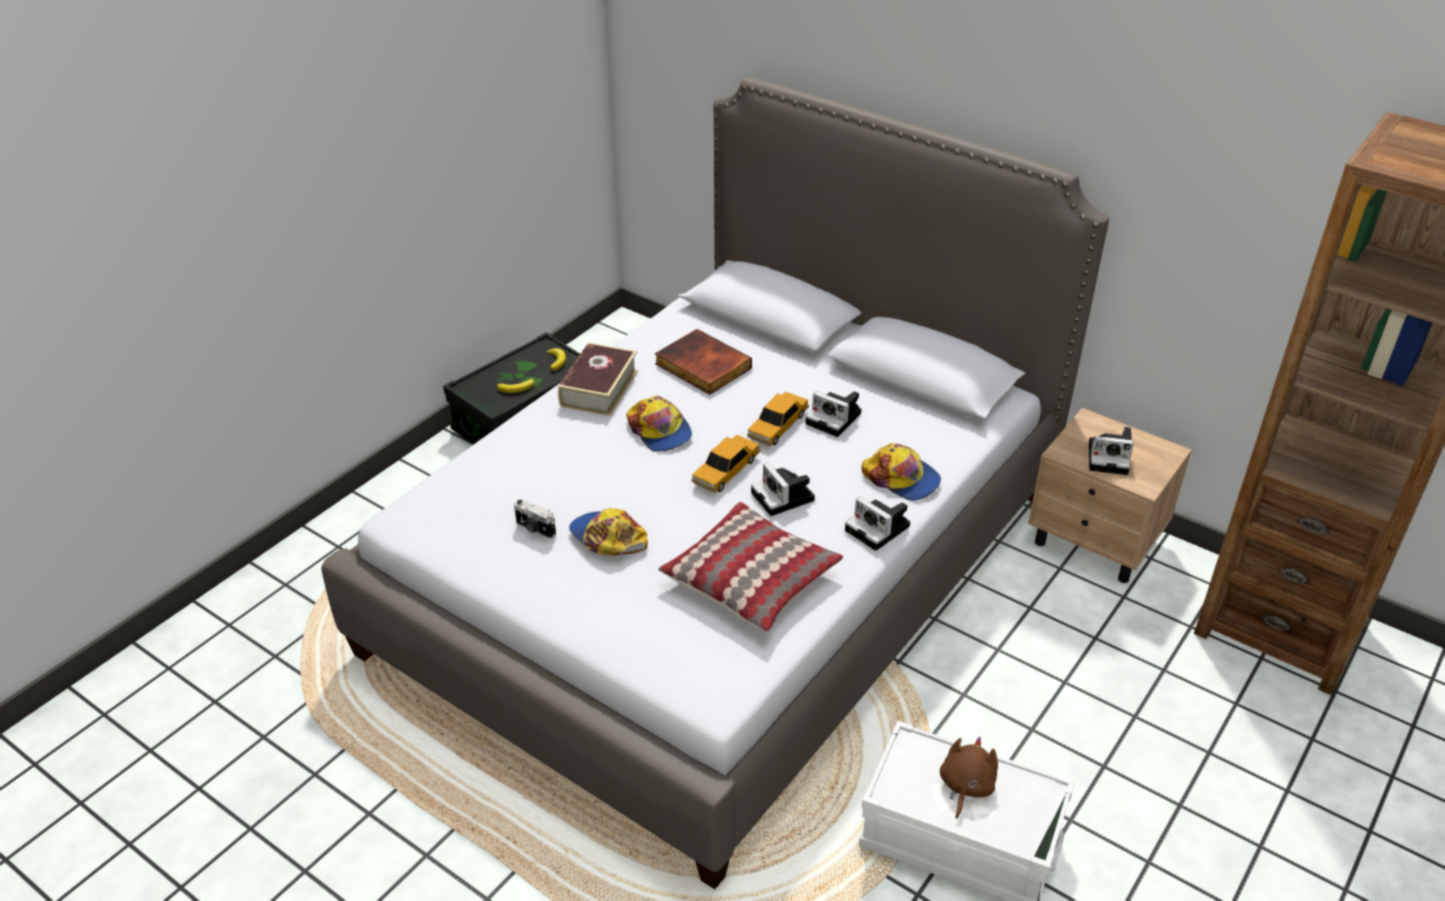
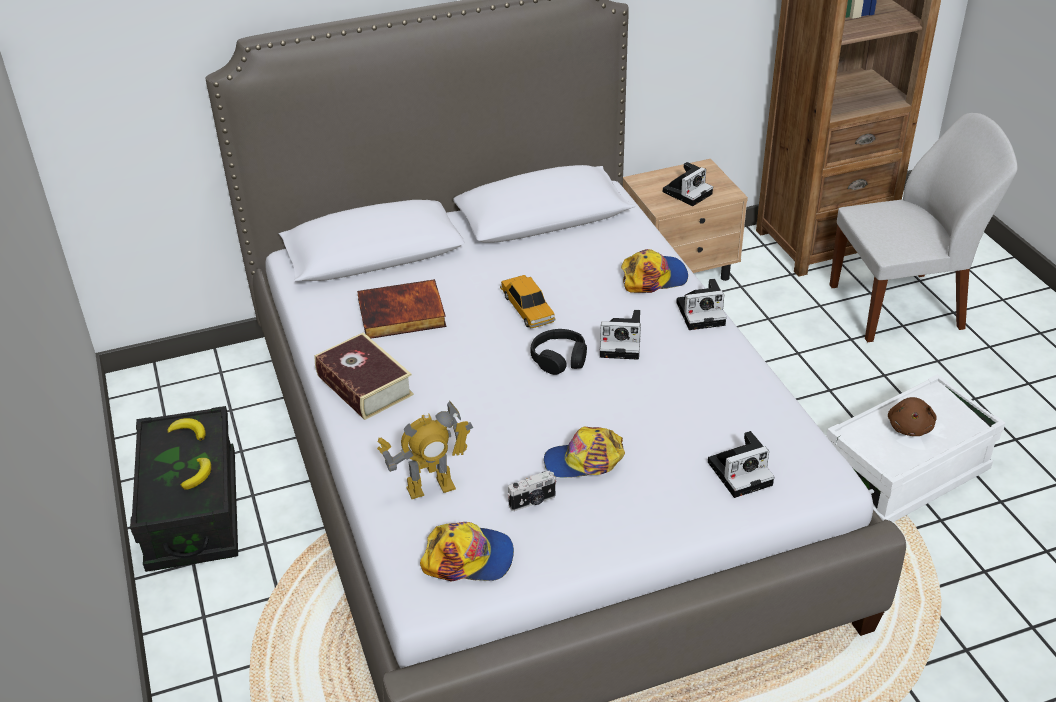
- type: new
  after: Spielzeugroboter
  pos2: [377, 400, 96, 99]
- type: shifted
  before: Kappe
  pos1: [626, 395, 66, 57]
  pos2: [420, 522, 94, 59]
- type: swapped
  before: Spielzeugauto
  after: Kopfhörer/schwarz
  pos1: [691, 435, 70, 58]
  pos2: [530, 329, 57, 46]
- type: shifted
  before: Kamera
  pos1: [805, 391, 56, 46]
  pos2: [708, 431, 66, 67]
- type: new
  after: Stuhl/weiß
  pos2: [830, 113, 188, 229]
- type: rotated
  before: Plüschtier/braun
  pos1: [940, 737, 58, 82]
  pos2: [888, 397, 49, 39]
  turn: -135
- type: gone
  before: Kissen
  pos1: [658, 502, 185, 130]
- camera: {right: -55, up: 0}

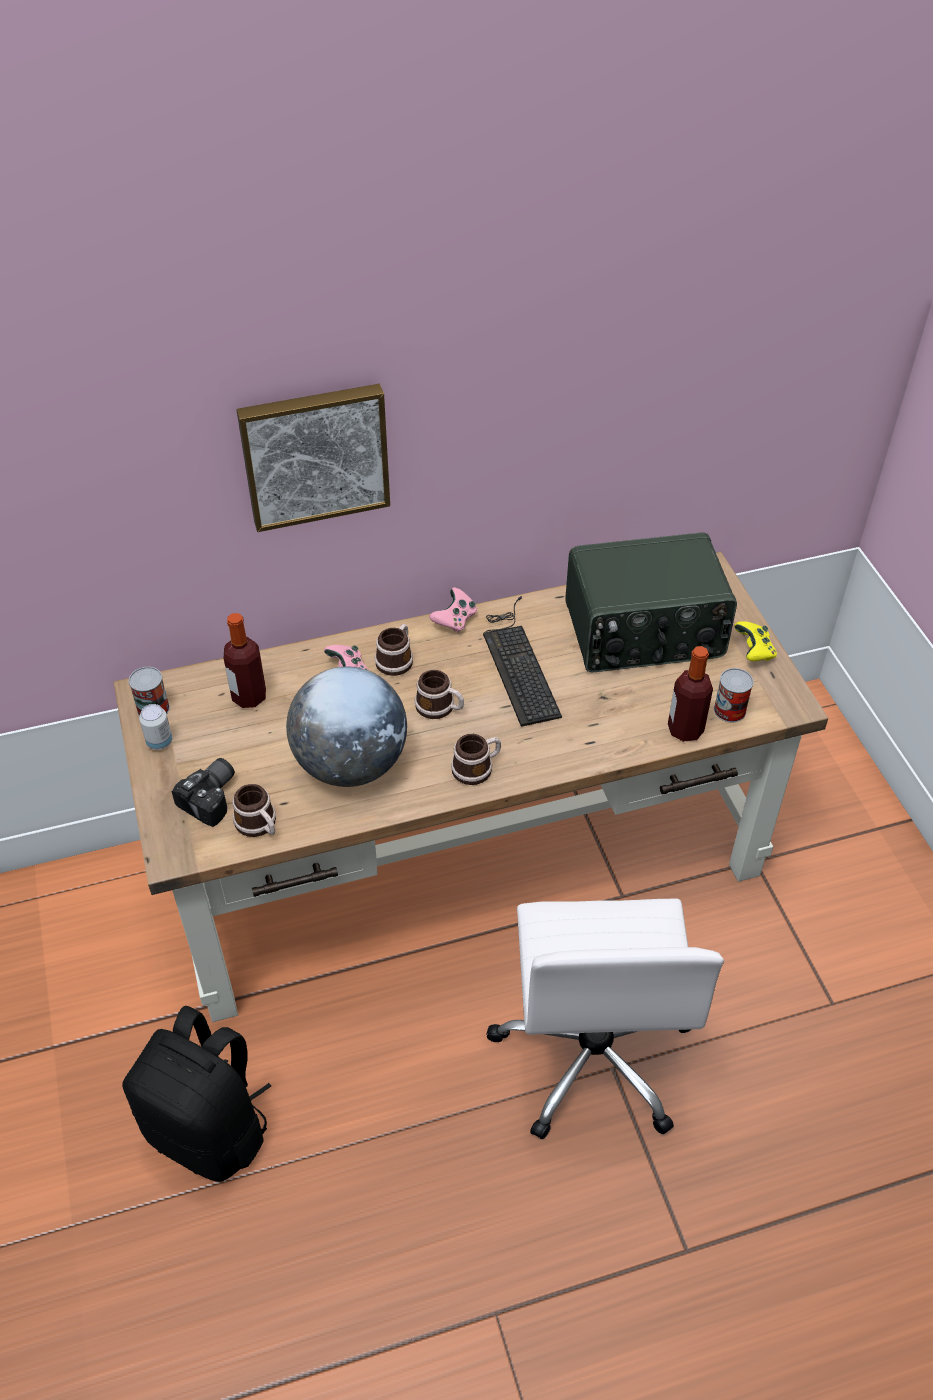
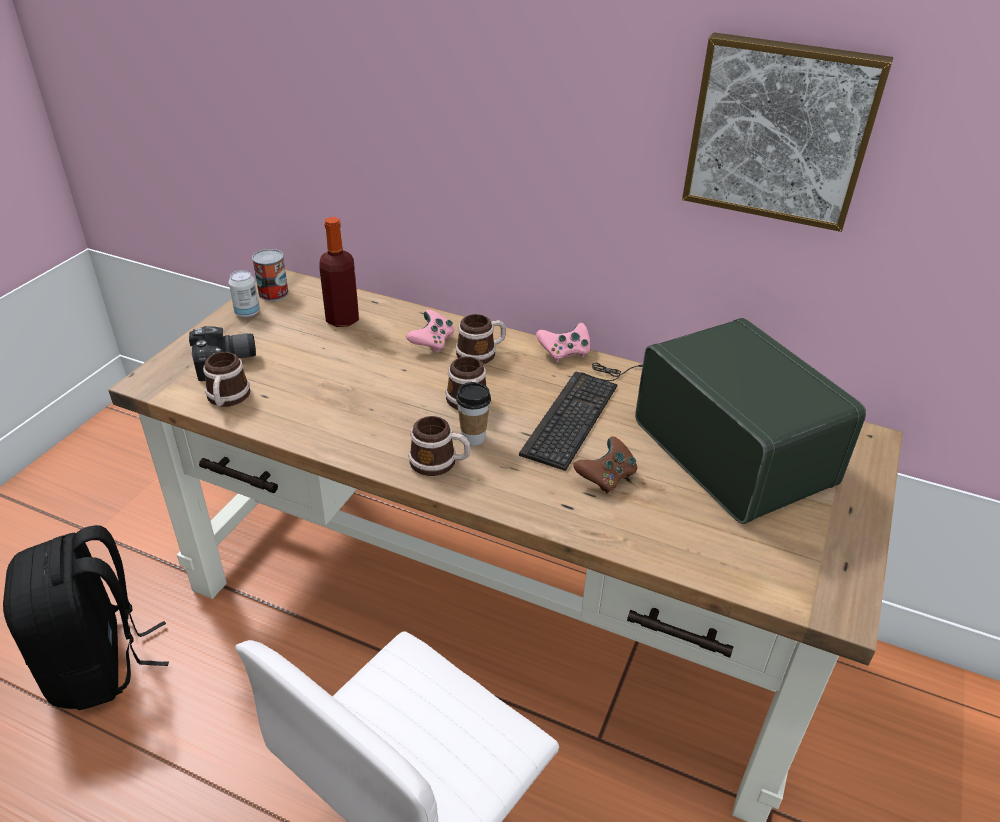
- type: new
  after: Tasse
  pos2: [456, 382, 35, 64]
- type: new
  after: Gamepad/braun
  pos2: [573, 436, 64, 57]
- type: rotated
  before: Radio
  pos1: [565, 533, 172, 139]
  pos2: [635, 318, 231, 206]
  turn: -150
- type: shifted
  before: Bild
  pos1: [236, 384, 154, 148]
  pos2: [682, 32, 211, 200]
- type: gone
  before: Globus
  pos1: [286, 667, 121, 120]
- type: gone
  before: Flasche
  pos1: [668, 646, 45, 96]
- type: gone
  before: Dose
  pos1: [714, 668, 39, 54]
- type: gone
  before: Gamepad/gelb
  pos1: [734, 621, 43, 40]
- camera: {right: 40, up: -10}

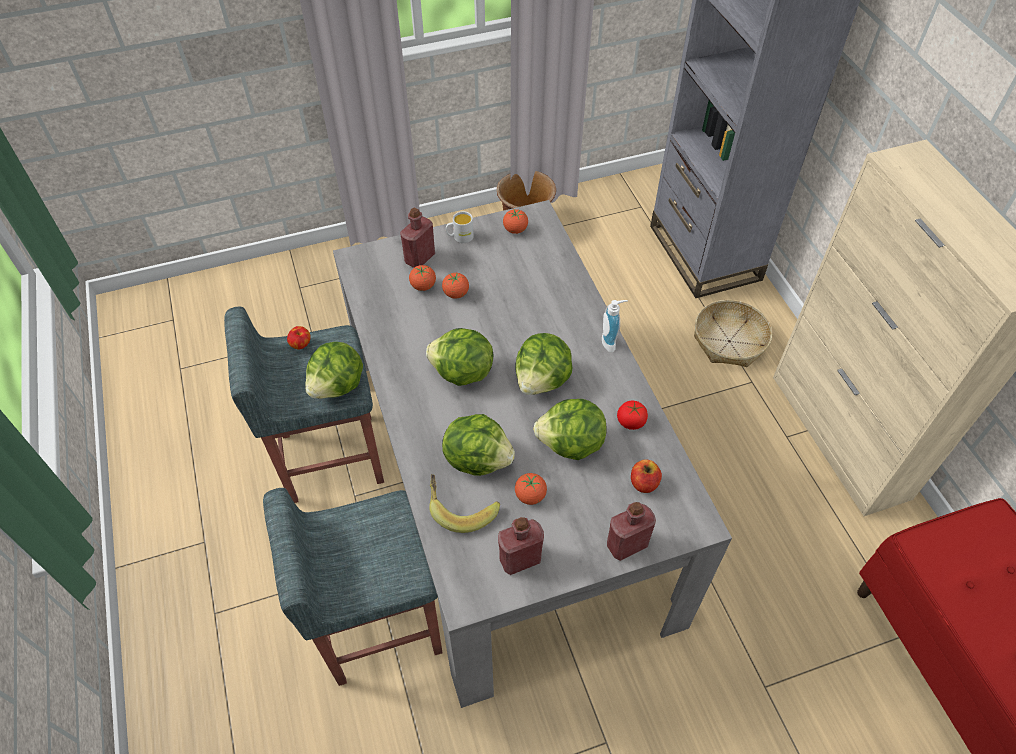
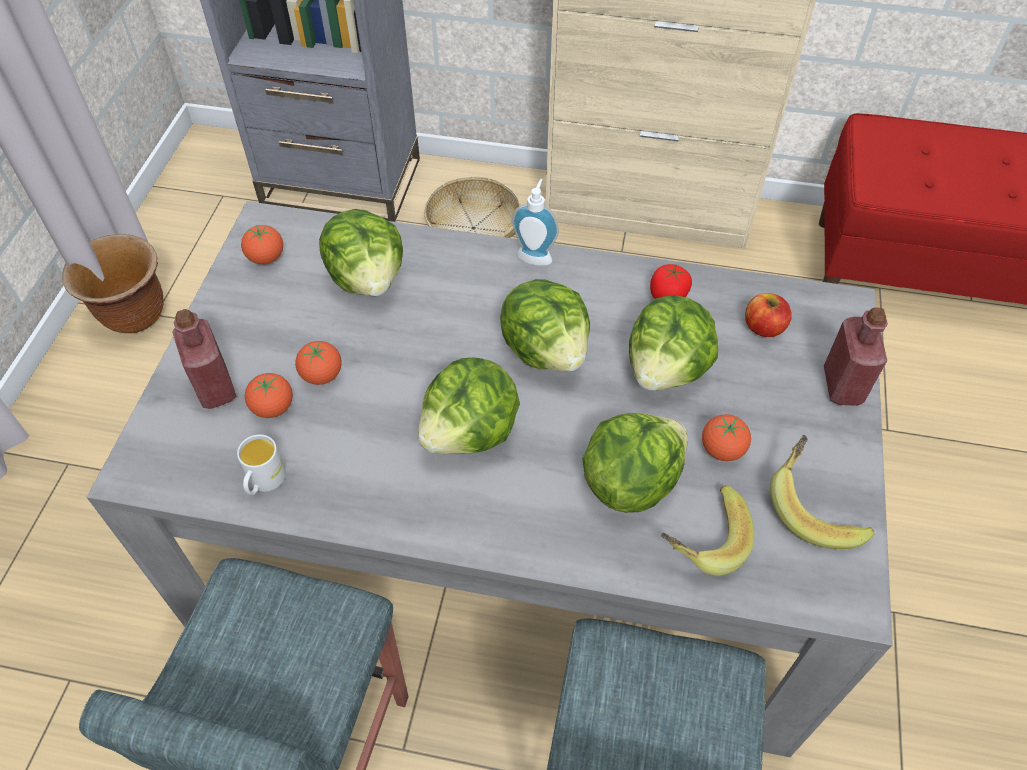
- type: shifted
  before: Henkelbecher/weiß
  pos1: [446, 211, 28, 32]
  pos2: [237, 434, 49, 61]
- type: shifted
  before: Salatkopf
  pos1: [305, 342, 58, 57]
  pos2: [319, 209, 84, 87]
- type: swapped
  before: Flasche/rot
  after: Banane
  pos1: [498, 517, 46, 58]
  pos2: [770, 435, 105, 114]
- type: gone
  before: Apfel
  pos1: [287, 326, 24, 23]
- camera: {right: -60, up: 0}

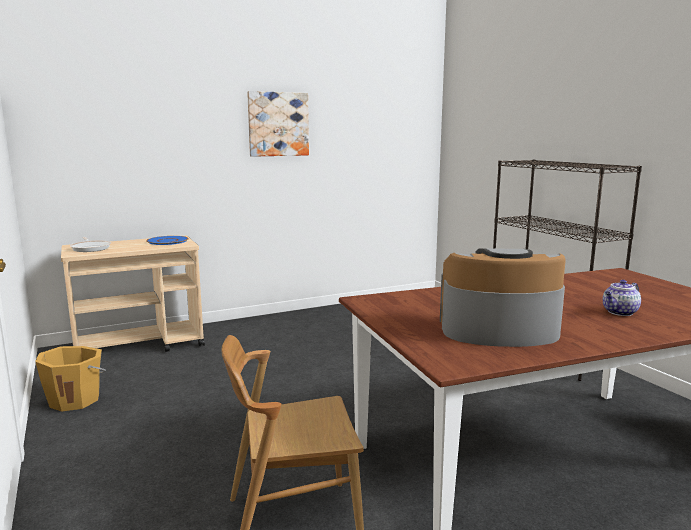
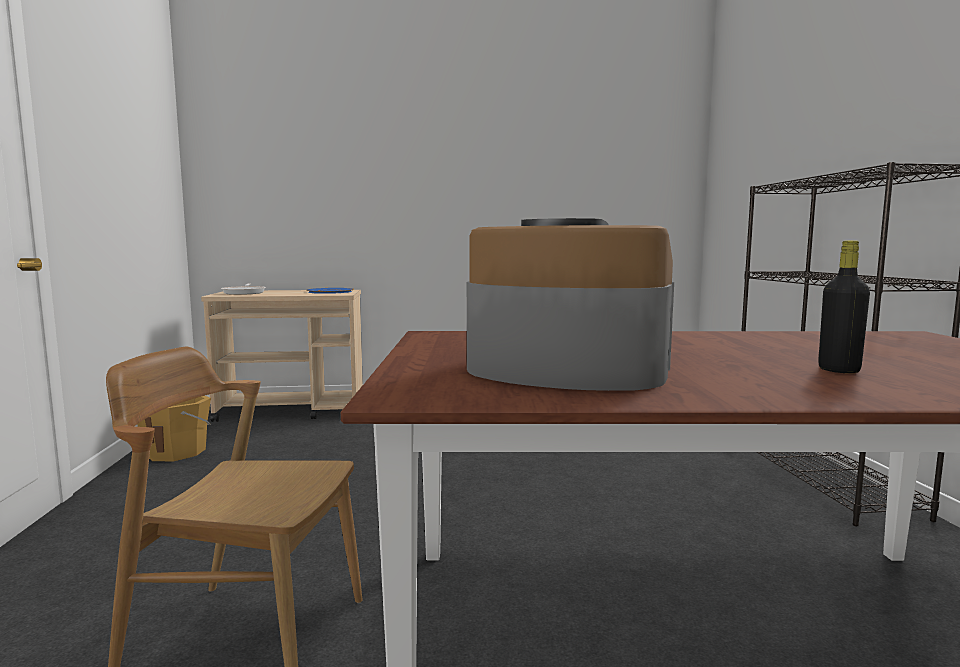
- type: swapped
  before: Teekanne
  after: Flasche/schwarz
  pos1: [603, 280, 38, 36]
  pos2: [818, 240, 52, 133]
- type: gone
  before: Bild
  pos1: [247, 91, 62, 66]
- camera: {right: 20, up: -5}

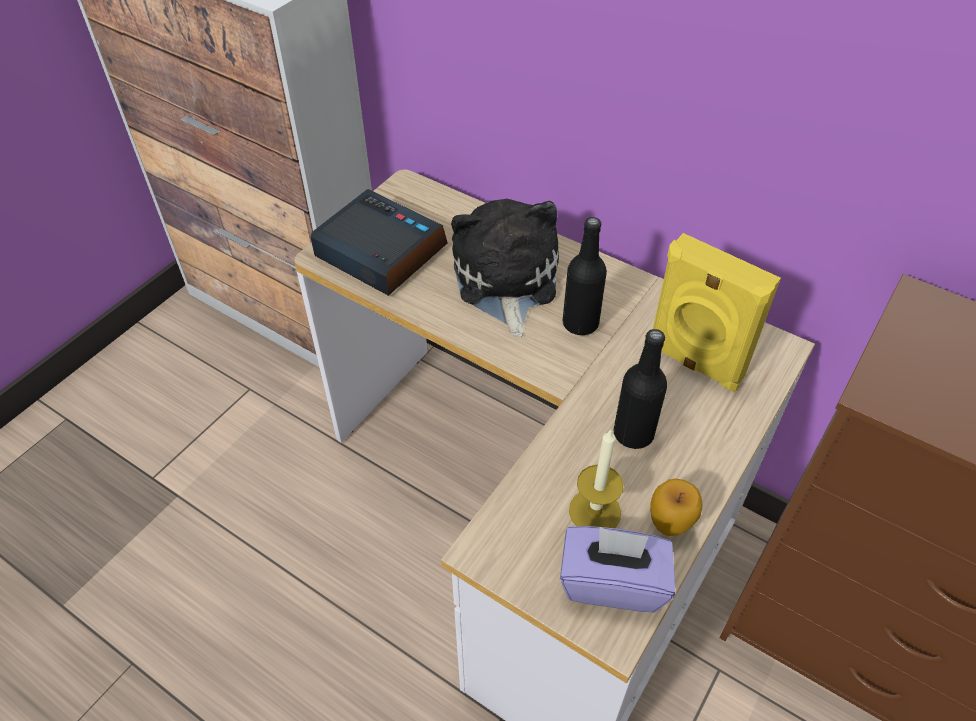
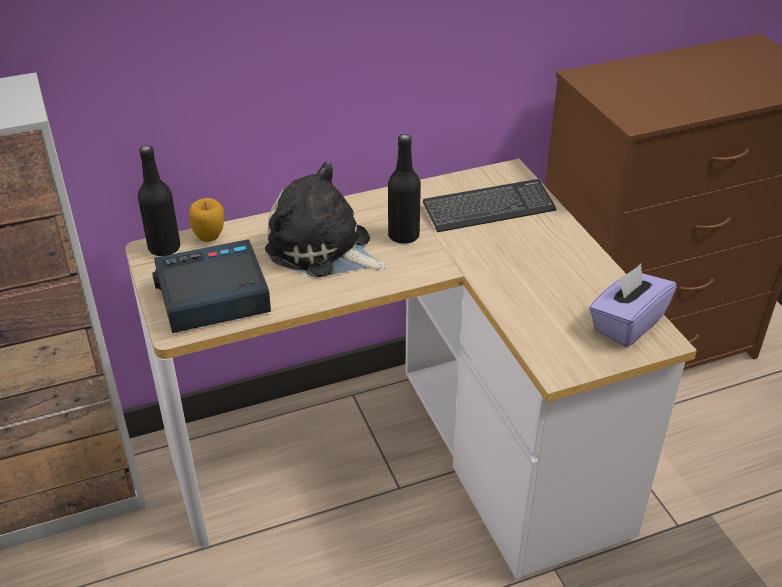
- type: shifted
  before: Flasche/schwarz
  pos1: [613, 329, 54, 120]
  pos2: [138, 145, 42, 112]
- type: shifted
  before: Apfel
  pos1: [650, 478, 53, 58]
  pos2: [189, 198, 35, 44]
- type: swapped
  before: Lautsprecher/gelb
  after: Tastatur
  pos1: [653, 233, 128, 159]
  pos2: [423, 179, 134, 53]
- type: gone
  before: Kerze
  pos1: [569, 429, 54, 99]
- camera: {right: -55, up: -10}

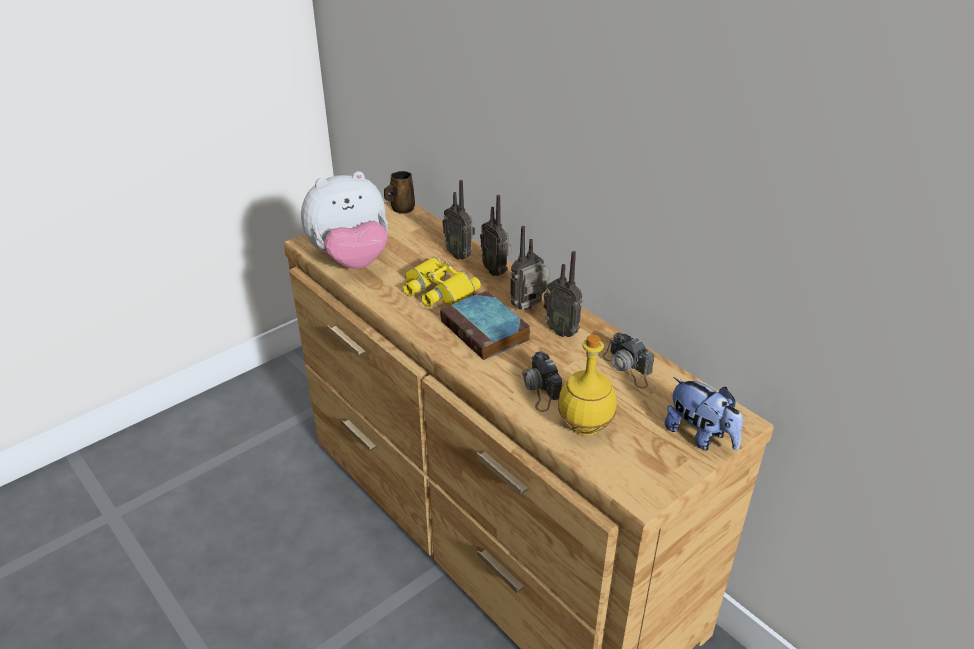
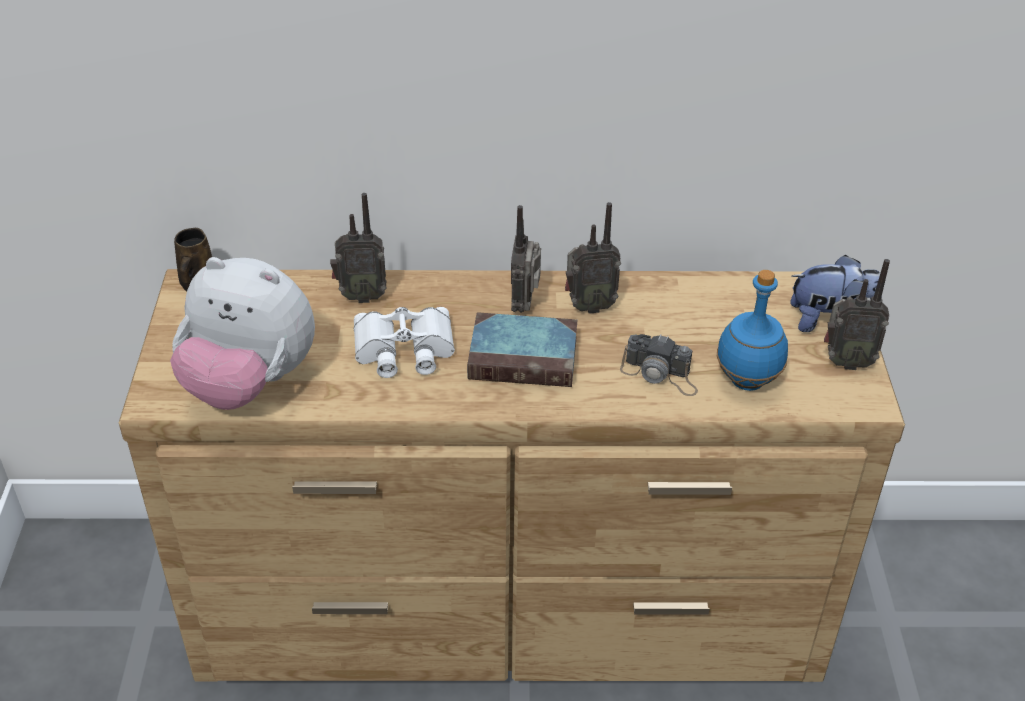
- type: rotated
  before: Plüschtier
  pos1: [301, 171, 87, 98]
  pos2: [170, 257, 145, 153]
  turn: 90
- type: repainted
  before: Fernglas/gelb
  after: Fernglas/weiß
  pos1: [403, 257, 78, 50]
  pos2: [354, 307, 101, 71]
- type: repainted
  before: Flasche/gelb
  after: Flasche/blau
  pos1: [558, 335, 58, 101]
  pos2: [717, 270, 71, 121]
- type: shifted
  before: Radio
  pos1: [480, 195, 32, 81]
  pos2: [824, 259, 66, 111]
- type: gone
  before: Kamera
  pos1: [602, 332, 52, 57]
- camera: {right: -50, up: 5}

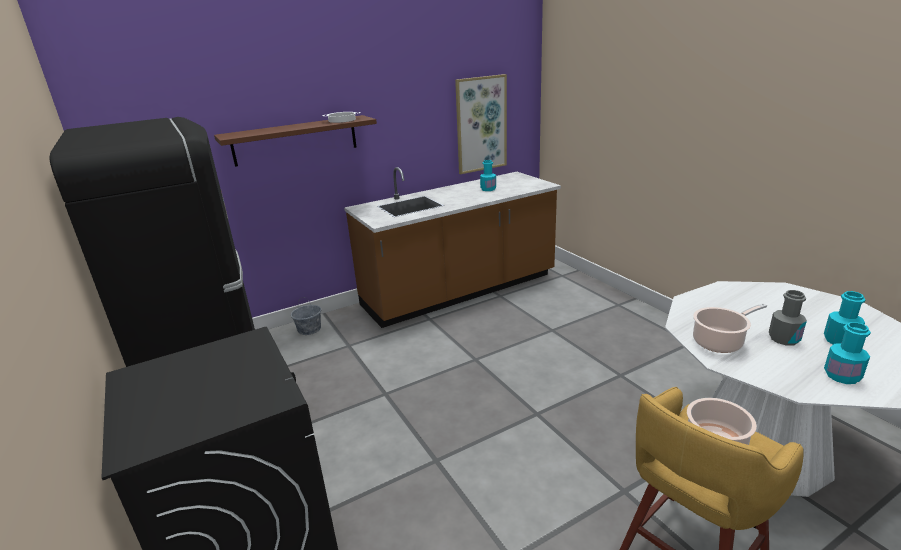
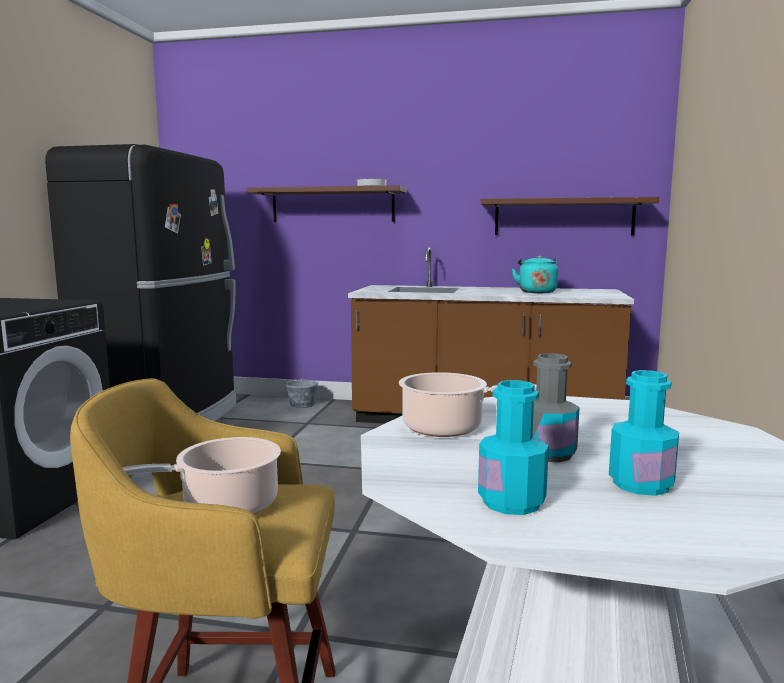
- type: swapped
  before: Bild
  after: Wandregal/braun
  pos1: [455, 74, 52, 100]
  pos2: [481, 197, 178, 38]
- type: swapped
  before: Flasche/türkis
  after: Wasserkessel/türkis
  pos1: [480, 160, 16, 31]
  pos2: [512, 255, 46, 38]
- camera: {right: 40, up: -15}

